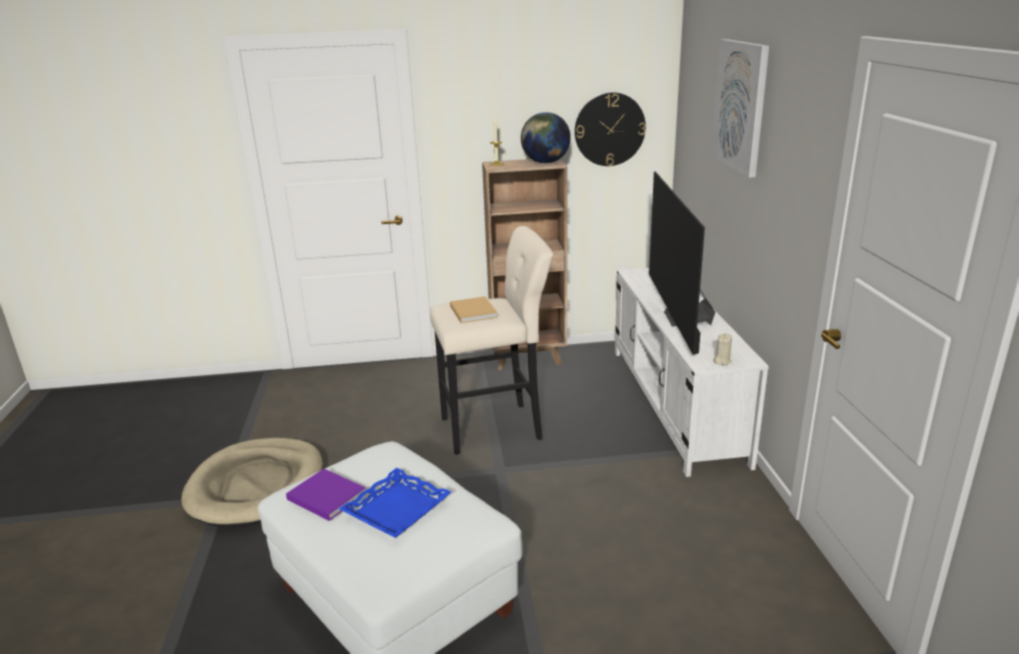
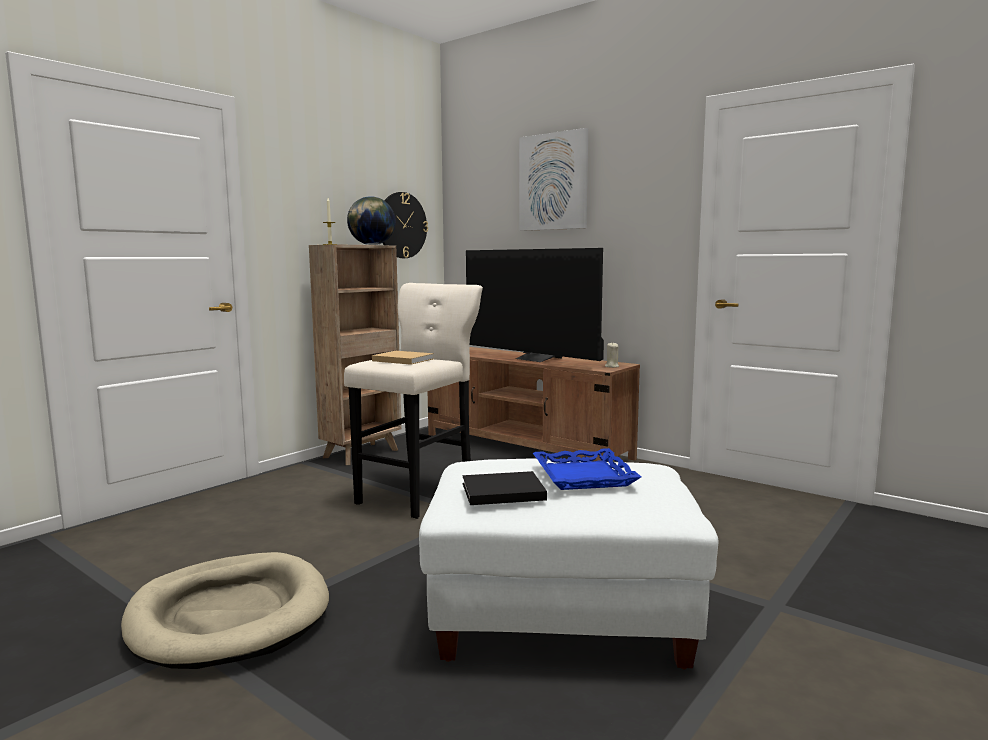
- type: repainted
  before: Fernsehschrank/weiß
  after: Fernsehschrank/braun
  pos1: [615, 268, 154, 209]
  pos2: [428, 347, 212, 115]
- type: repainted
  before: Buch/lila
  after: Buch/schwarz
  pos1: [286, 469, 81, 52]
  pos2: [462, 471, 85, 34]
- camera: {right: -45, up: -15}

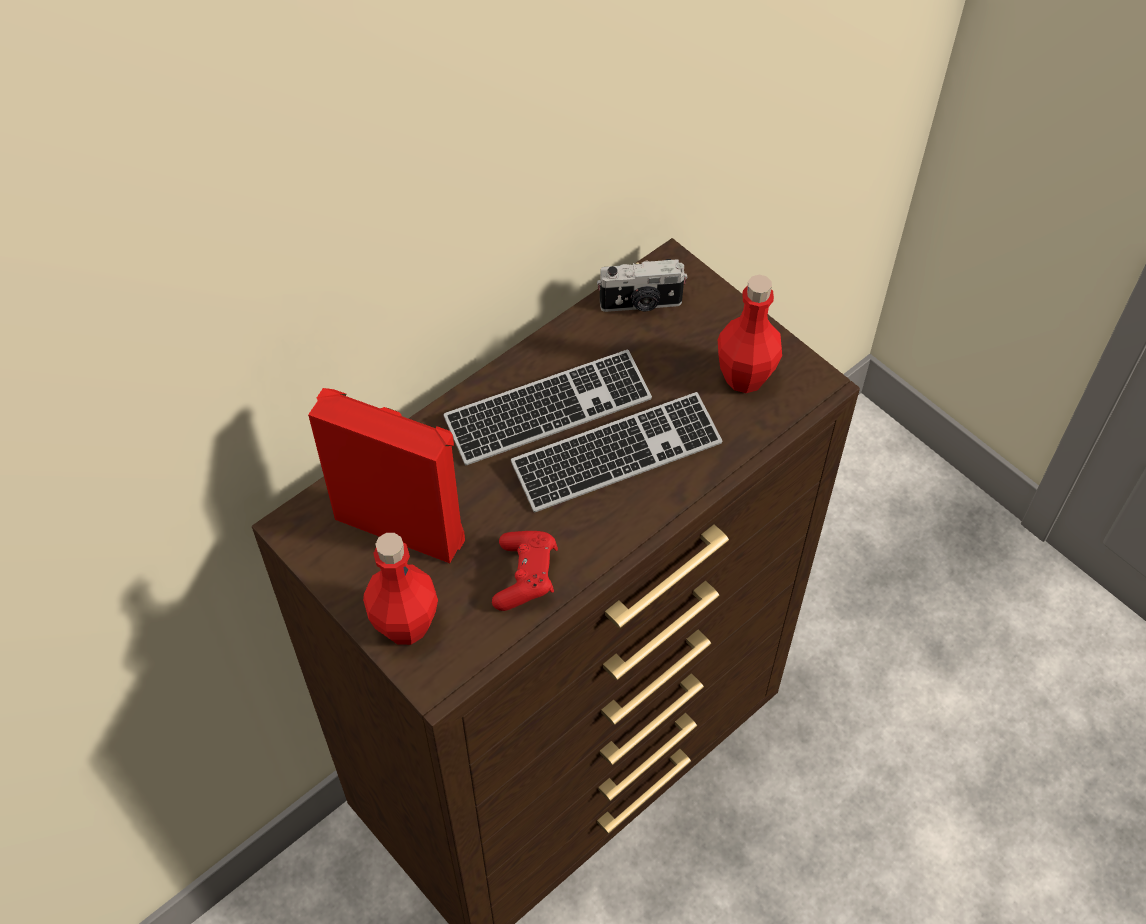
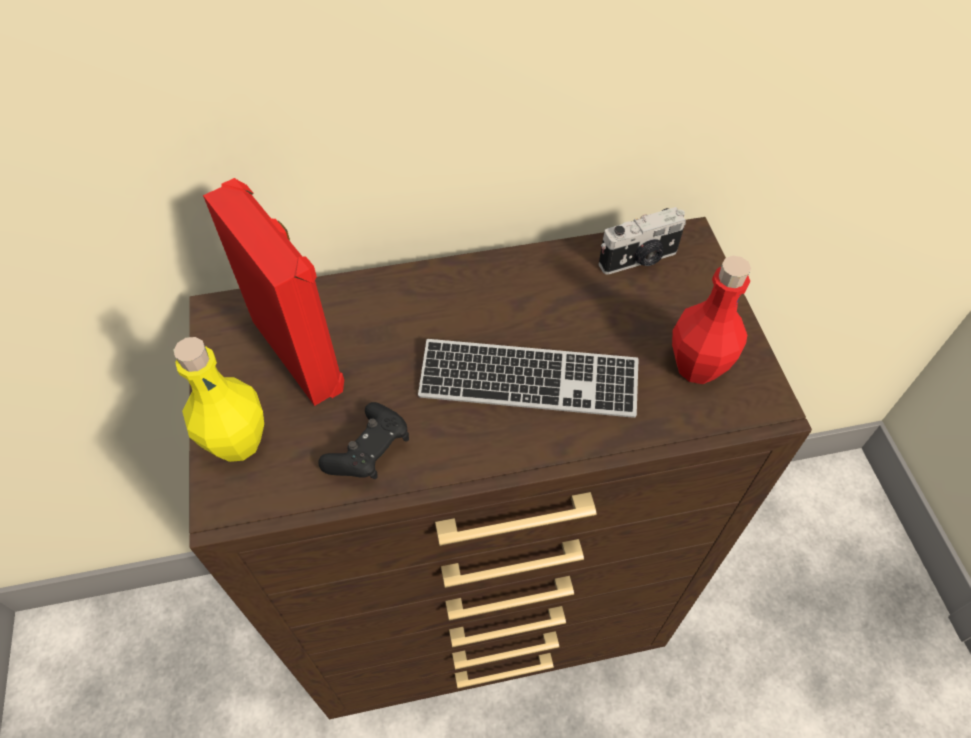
- type: repainted
  before: Flasche/rot
  after: Flasche/gelb
  pos1: [363, 533, 75, 112]
  pos2: [173, 337, 91, 125]
- type: repainted
  before: Gamepad/rot
  after: Gamepad/schwarz
  pos1: [492, 531, 66, 80]
  pos2: [318, 402, 91, 77]
- type: rotated
  before: Kamera
  pos1: [597, 259, 91, 53]
  pos2: [599, 207, 87, 68]
  turn: -45
- type: gone
  before: Tastatur
  pos1: [444, 350, 208, 115]
- camera: {right: 30, up: 0}

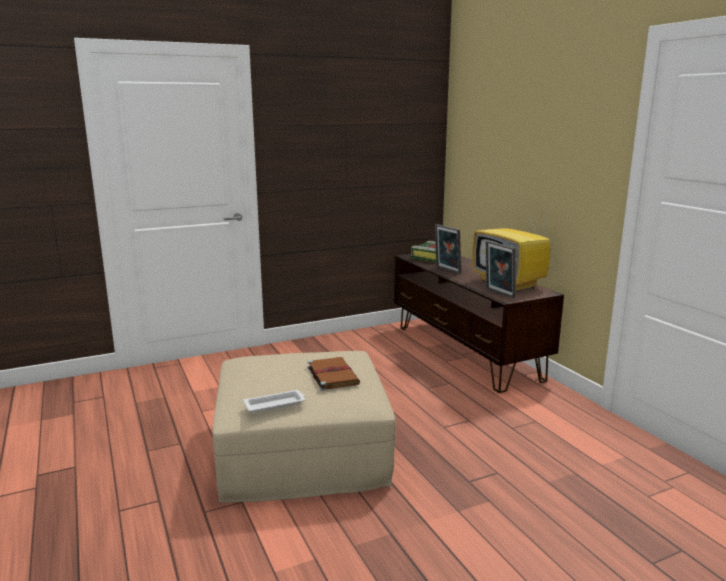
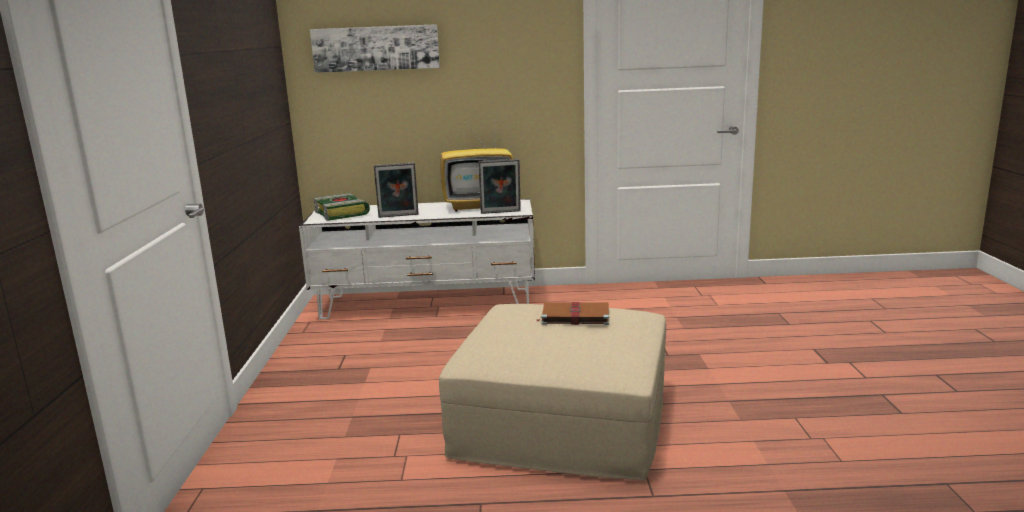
- type: repainted
  before: Fernsehschrank/braun
  after: Fernsehschrank/weiß
  pos1: [394, 254, 170, 139]
  pos2: [299, 199, 236, 120]
- type: new
  after: Bild
  pos2: [310, 24, 130, 49]
- type: gone
  before: Tablett/weiß
  pos1: [243, 390, 62, 23]
- camera: {right: -65, up: 0}

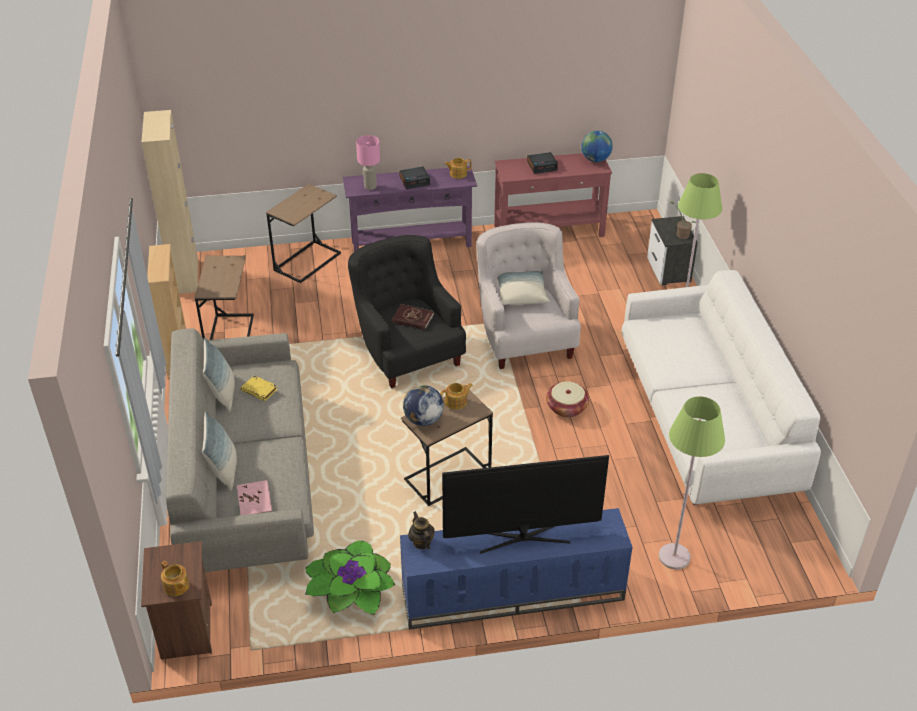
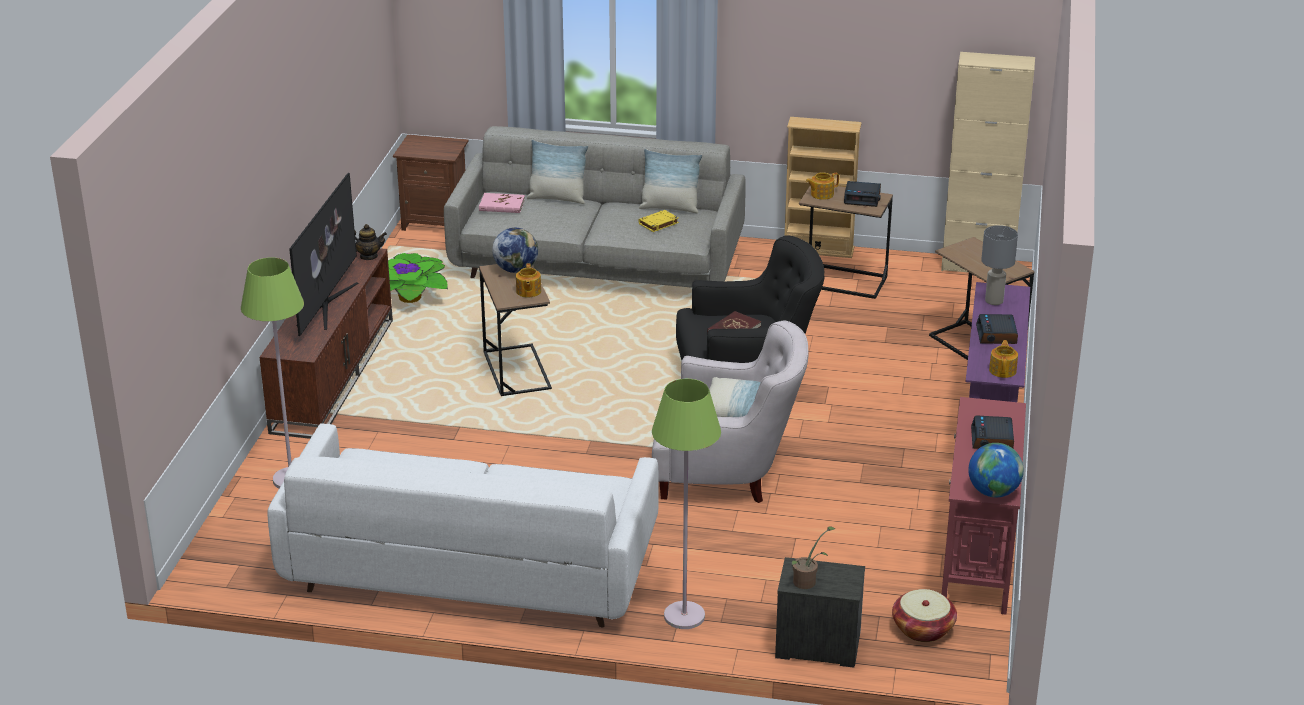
- type: repainted
  before: Fernsehschrank/blau
  after: Fernsehschrank/braun
  pos1: [400, 508, 233, 121]
  pos2: [260, 248, 133, 191]
- type: shifted
  before: Teekanne
  pos1: [161, 561, 28, 35]
  pos2: [806, 172, 33, 28]
- type: new
  after: Wecker
  pos2: [844, 181, 37, 26]
- type: shifted
  before: Korb
  pos1: [546, 381, 43, 37]
  pos2: [892, 589, 65, 53]
- type: repainted
  before: Tischlampe/rosa
  after: Tischlampe/grau
  pos1: [356, 135, 24, 55]
  pos2: [981, 225, 37, 80]
- camera: {right: 110, up: -10}

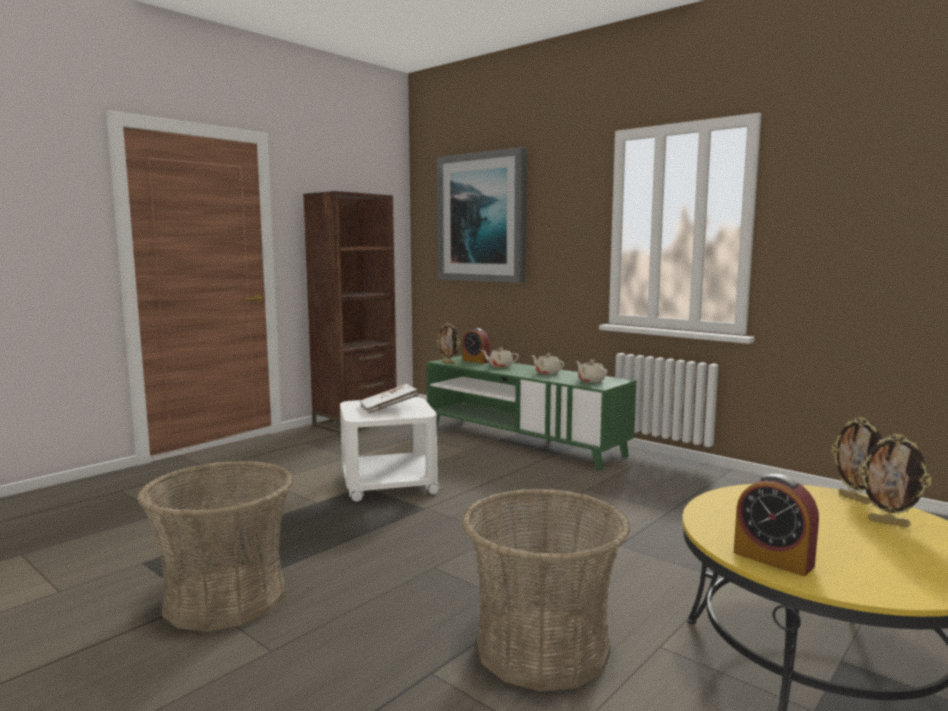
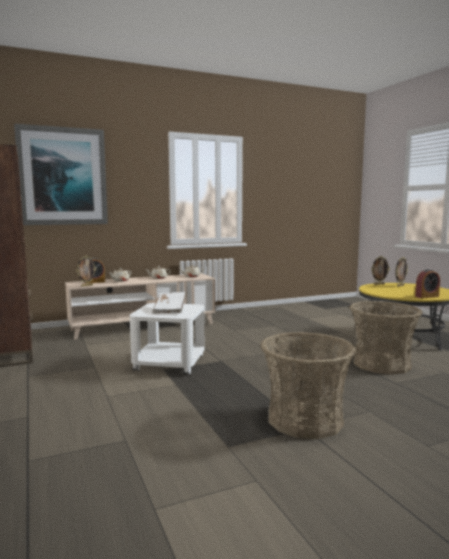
- type: repainted
  before: Fernsehschrank/grün
  after: Fernsehschrank/beige
  pos1: [426, 355, 210, 116]
  pos2: [65, 273, 150, 67]
- camera: {right: -65, up: 0}

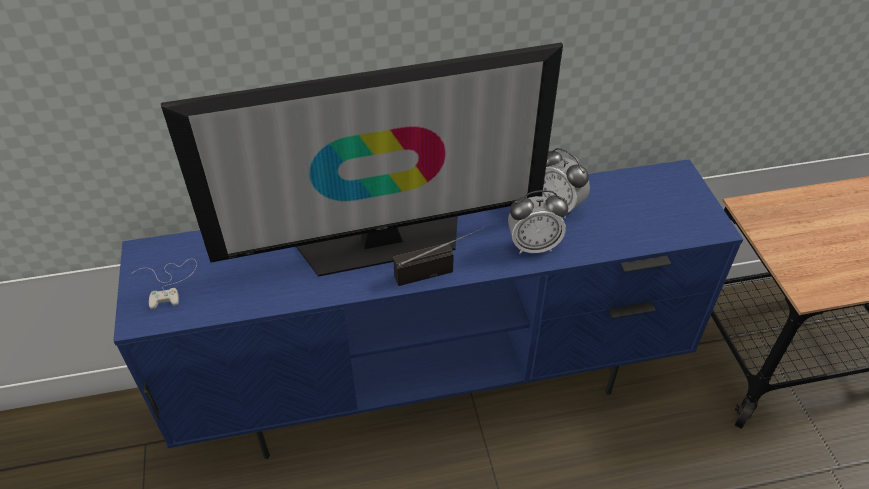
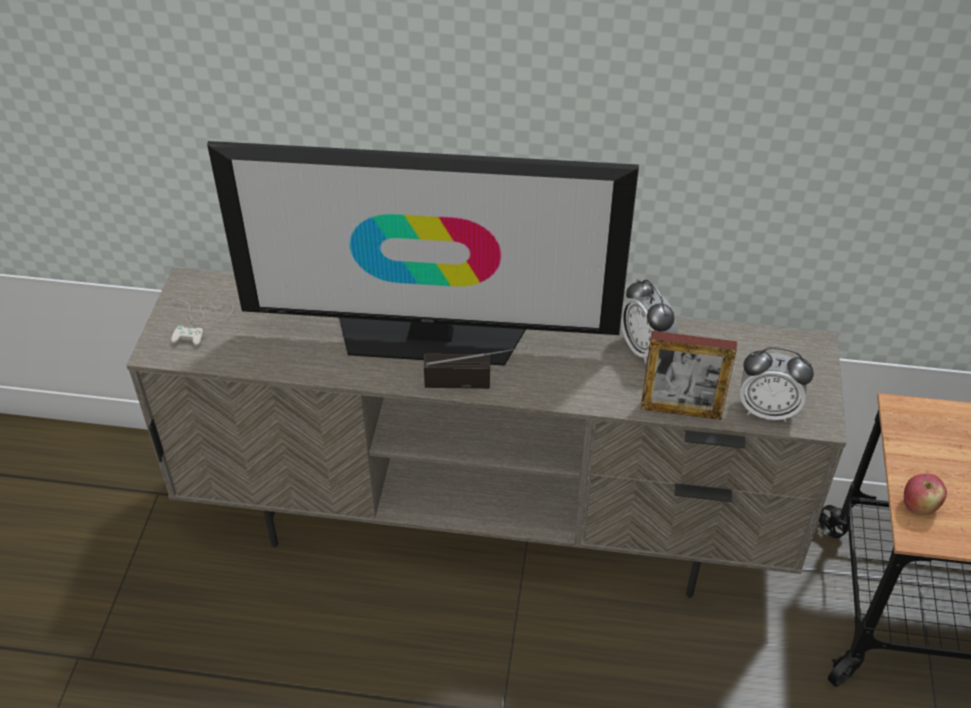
- type: repainted
  before: Fernsehschrank/blau
  after: Fernsehschrank/beige
  pos1: [113, 159, 630, 300]
  pos2: [126, 268, 720, 330]
- type: new
  after: Bilderrahmen
  pos2: [641, 331, 96, 89]
- type: shifted
  before: Wecker
  pos1: [508, 190, 60, 64]
  pos2: [740, 347, 74, 75]
- type: new
  after: Apfel
  pos2: [904, 474, 43, 41]
- camera: {right: 20, up: 0}

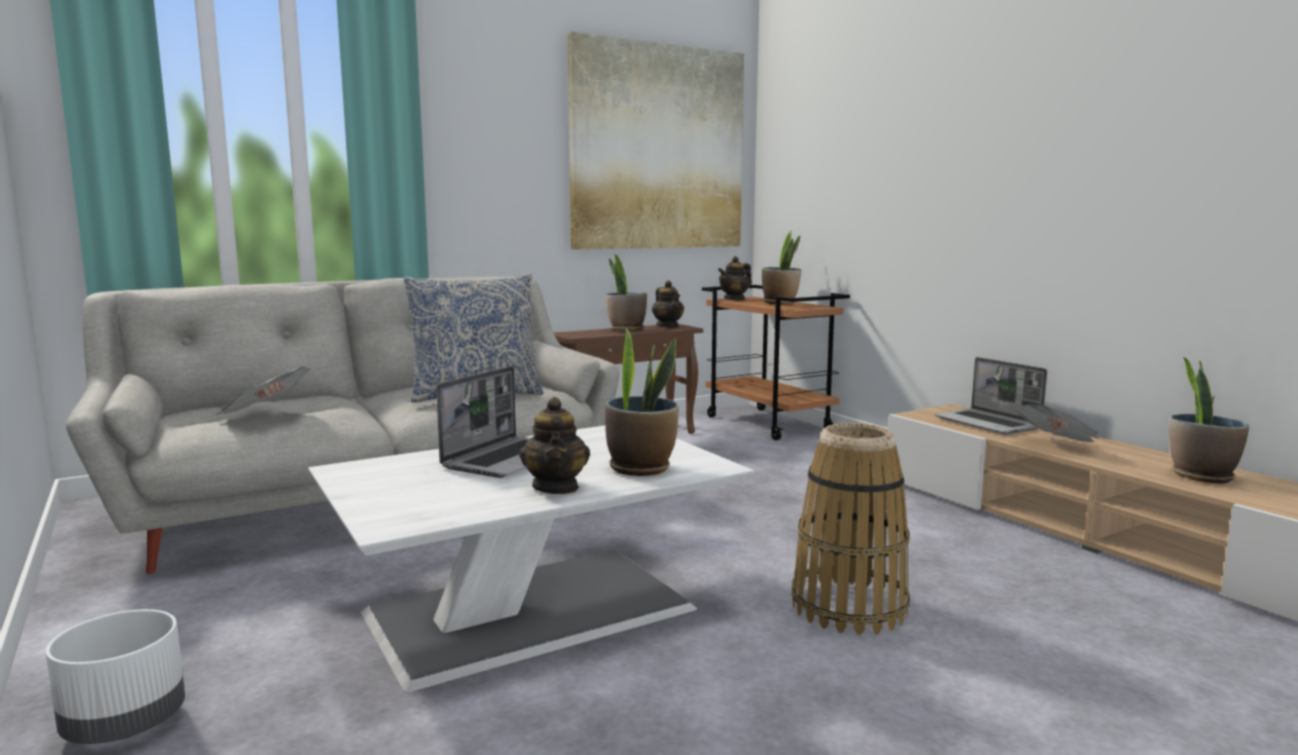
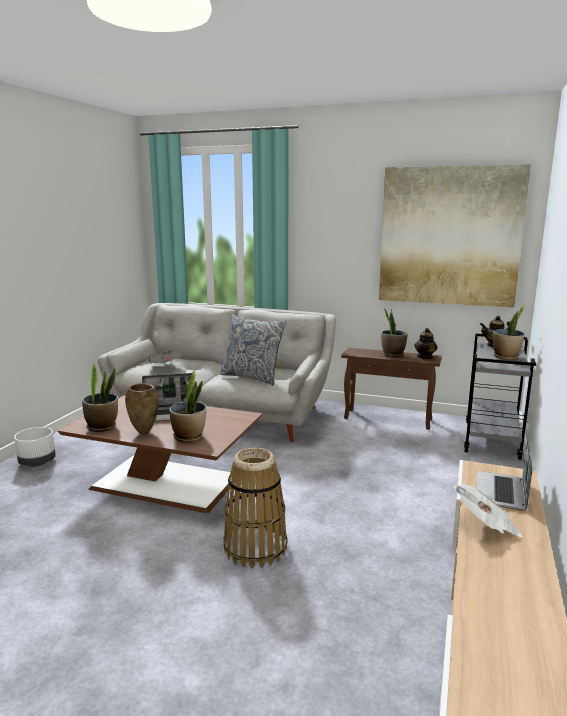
- type: repainted
  before: Couchtisch/weiß
  after: Couchtisch/braun
  pos1: [308, 425, 446, 268]
  pos2: [58, 395, 204, 118]
- type: shifted
  before: Topfpflanze
  pos1: [1169, 357, 80, 126]
  pos2: [82, 362, 36, 70]
- type: swapped
  before: Teekanne
  after: Vase/braun
  pos1: [519, 397, 71, 97]
  pos2: [125, 383, 34, 52]
- type: repainted
  before: Rollwagen/braun
  after: Rollwagen/grau
  pos1: [702, 285, 148, 155]
  pos2: [464, 333, 72, 127]
- camera: {right: 50, up: 5}

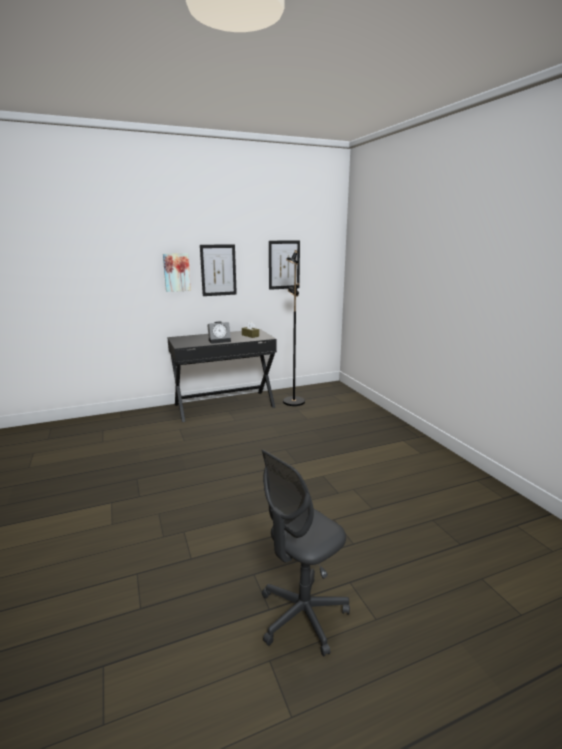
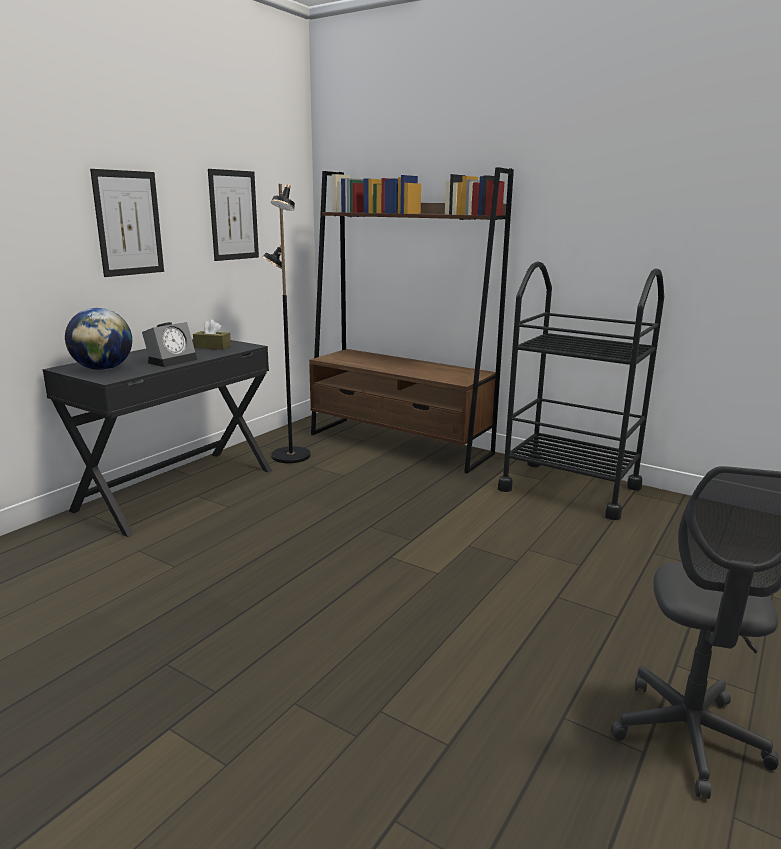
- type: new
  after: Globus
  pos2: [65, 308, 67, 62]
- type: new
  after: Bücherregal/braun
  pos2: [309, 167, 205, 307]
- type: new
  after: Rollwagen/schwarz
  pos2: [498, 261, 166, 259]
- type: gone
  before: Bild
  pos1: [163, 253, 28, 39]
- camera: {right: -35, up: 0}

